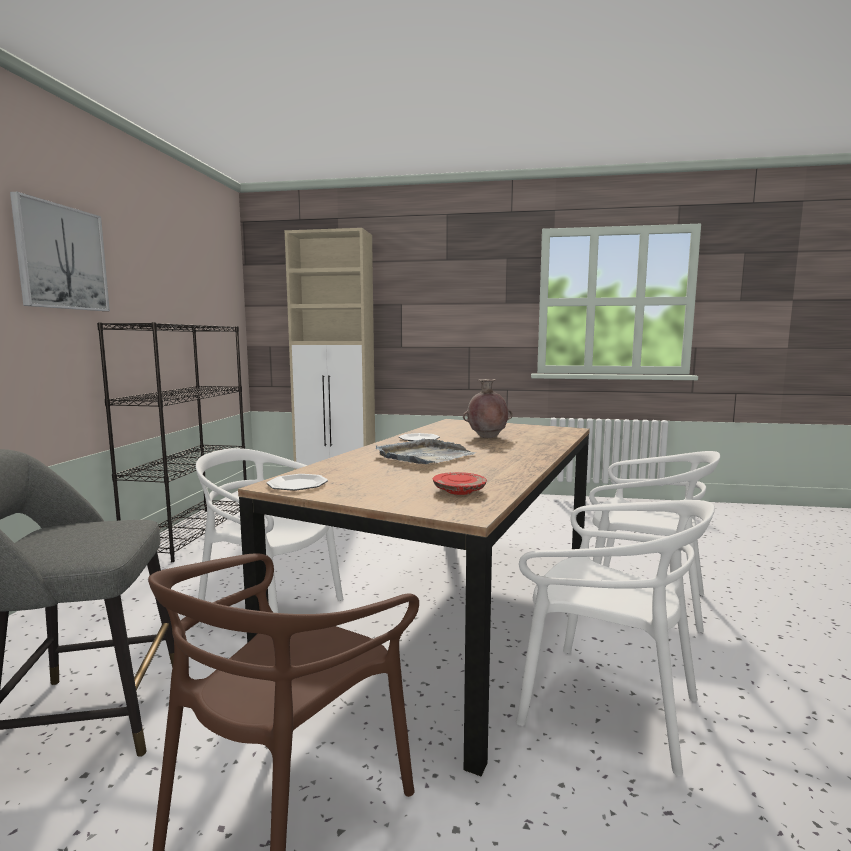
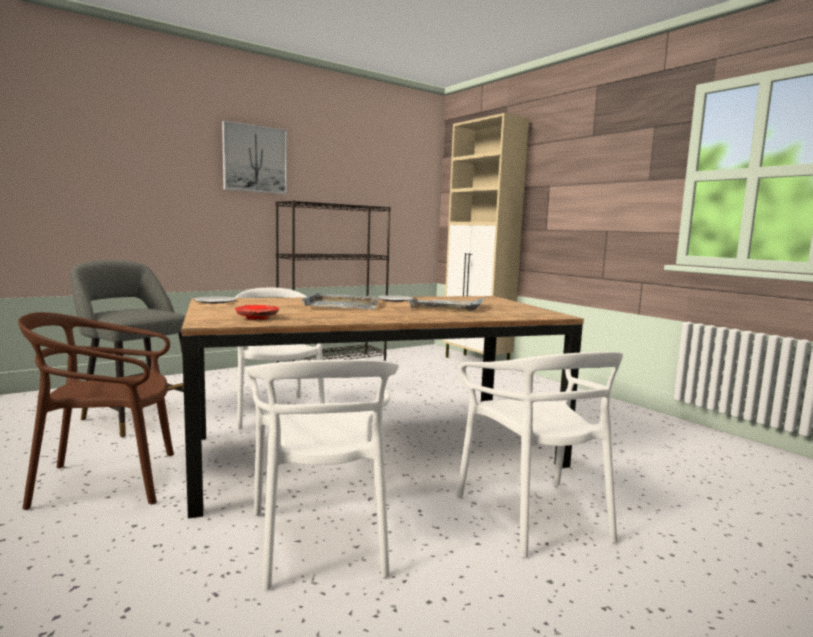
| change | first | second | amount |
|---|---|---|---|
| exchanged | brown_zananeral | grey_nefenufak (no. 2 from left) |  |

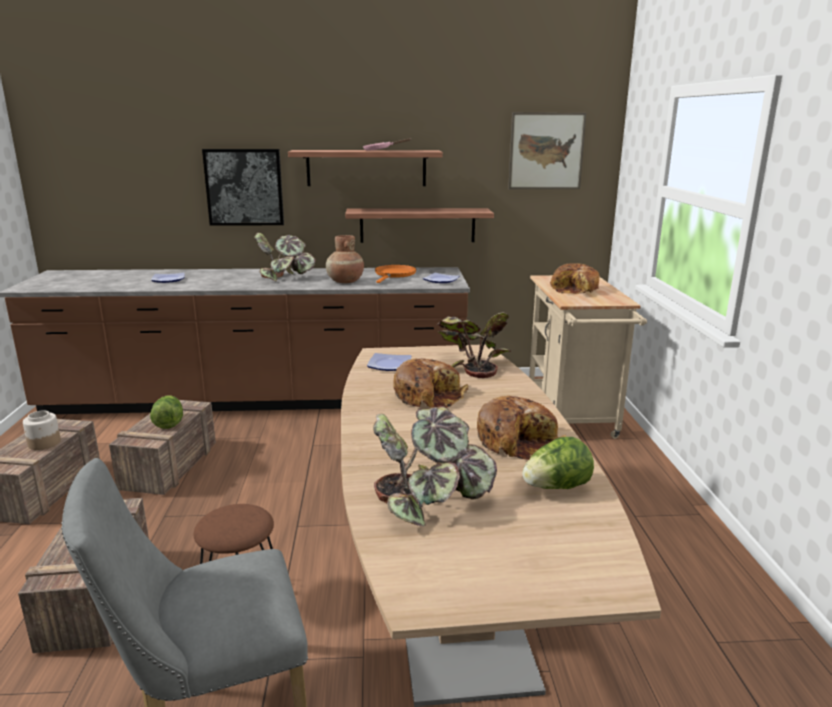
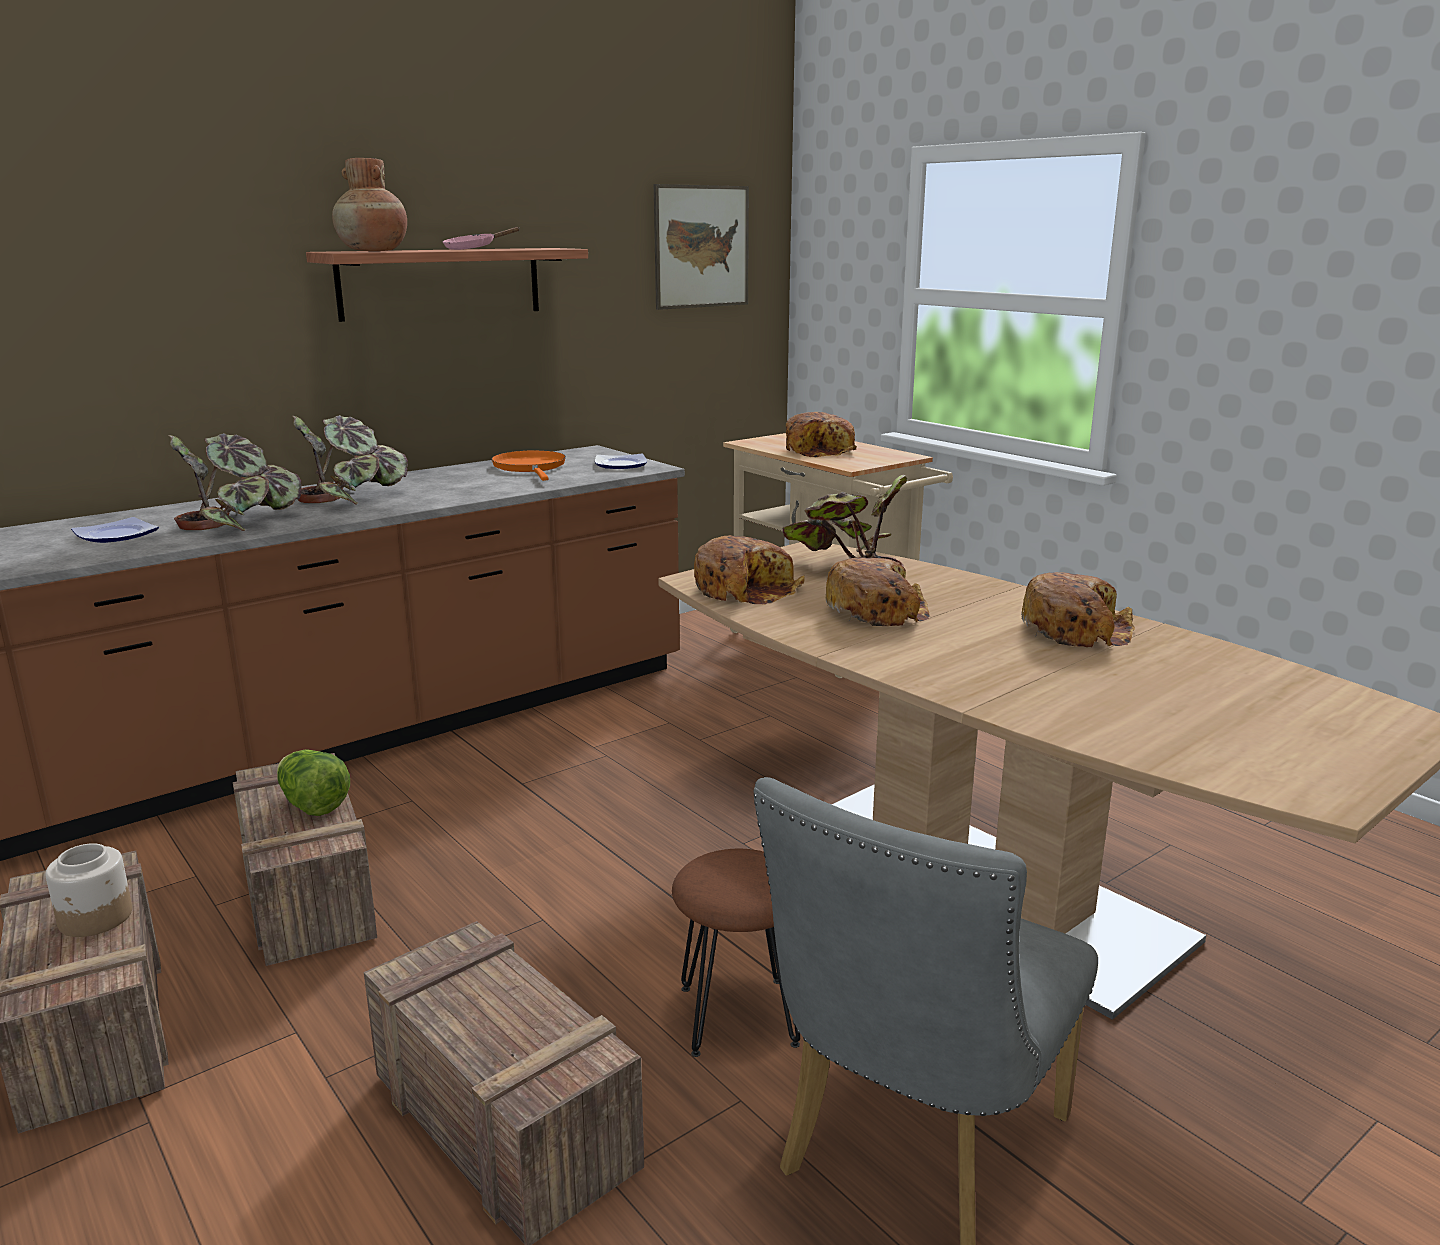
| change | first | second | amount |
|---|---|---|---|
| missing | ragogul (no. 1 from left) |  |  |
| missing | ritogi (no. 2 from left) |  |  |
| relocated | brown_zananeral |  |  |
| exchanged | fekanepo (no. 2 from left) | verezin (no. 1 from left) |  |
| relocated | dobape (no. 2 from left in the first image) | dobape (no. 1 from left) |  |
| missing | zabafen (no. 2 from left) |  |  |

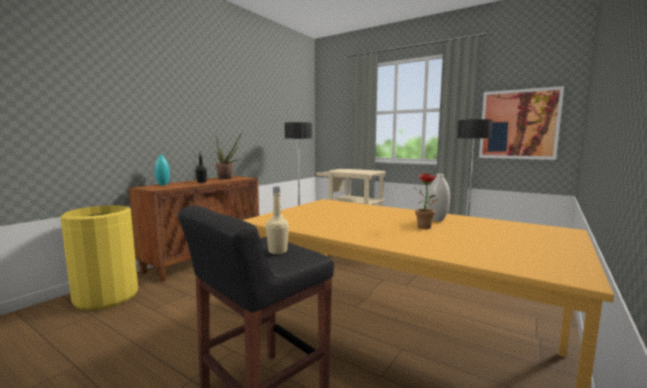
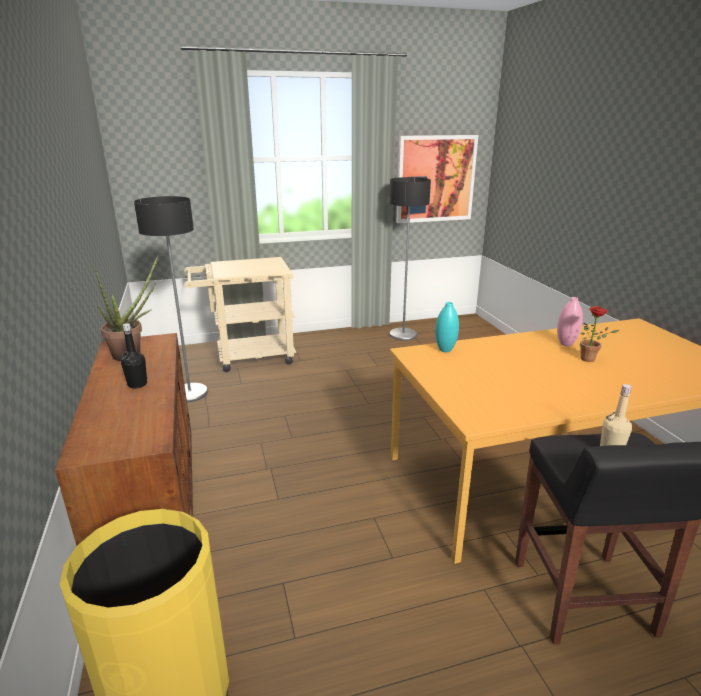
| change | first | second | amount |
|---|---|---|---|
| relocated | turquoise_zananeral |  |  |
| colour | white_zananeral | pink_zananeral |  |

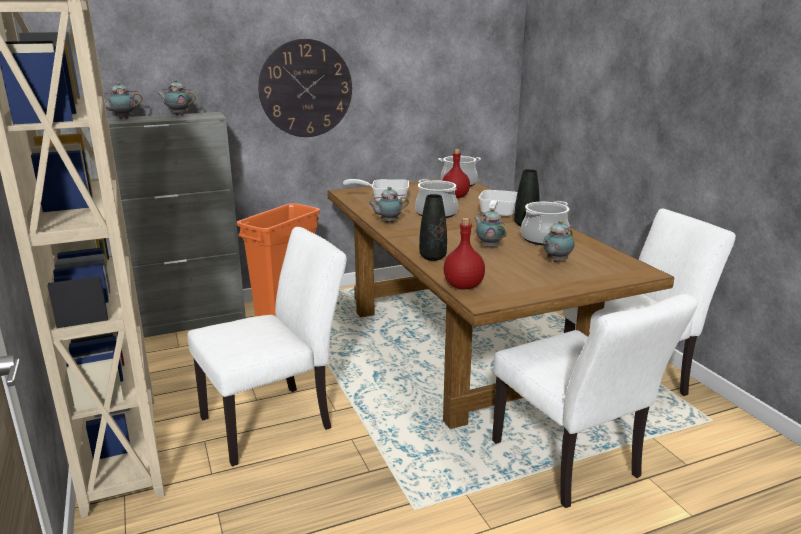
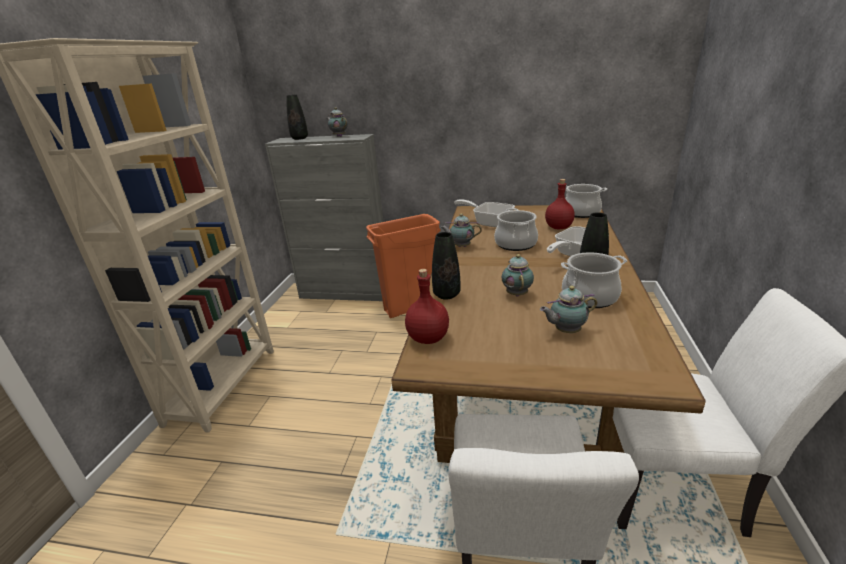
| change | first | second | amount |
|---|---|---|---|
| missing | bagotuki |  |  |
| exchanged | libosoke (no. 1 from left) | black_zananeral (no. 1 from left) |  |
| missing | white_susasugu (no. 1 from left) |  |  |

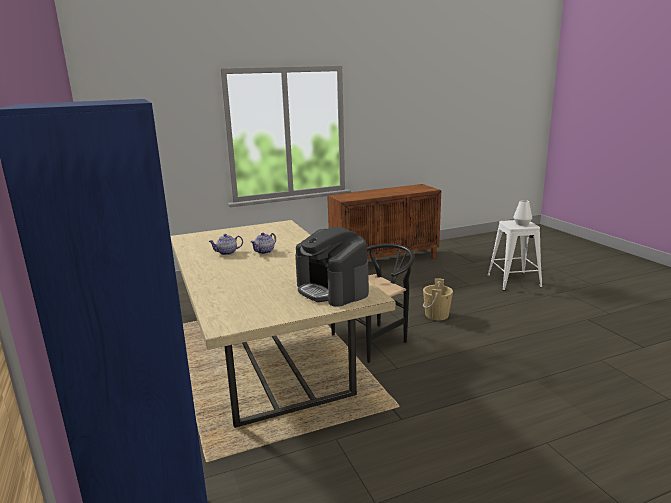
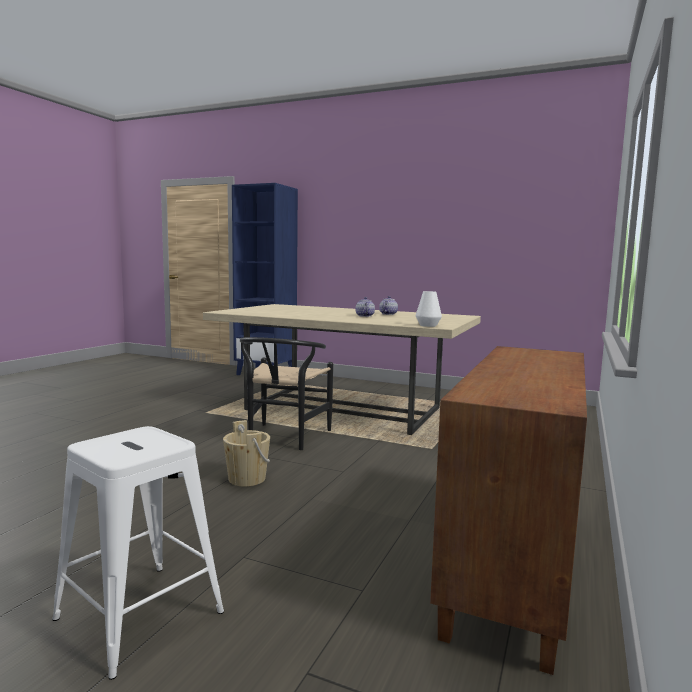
| change | first | second | amount |
|---|---|---|---|
| relocated | white_zananeral |  |  |
| missing | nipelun |  |  |

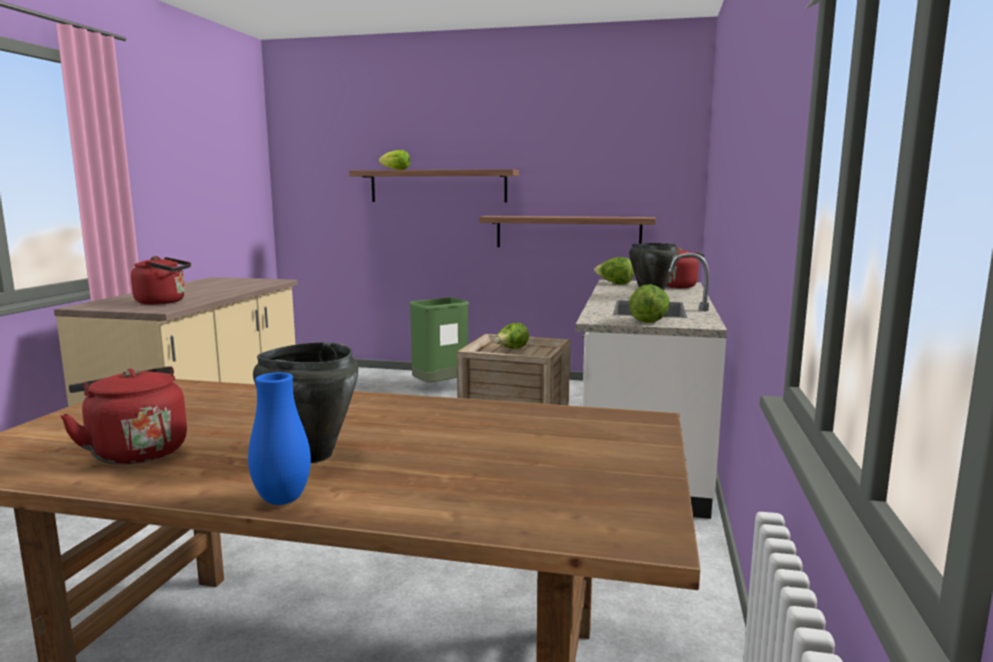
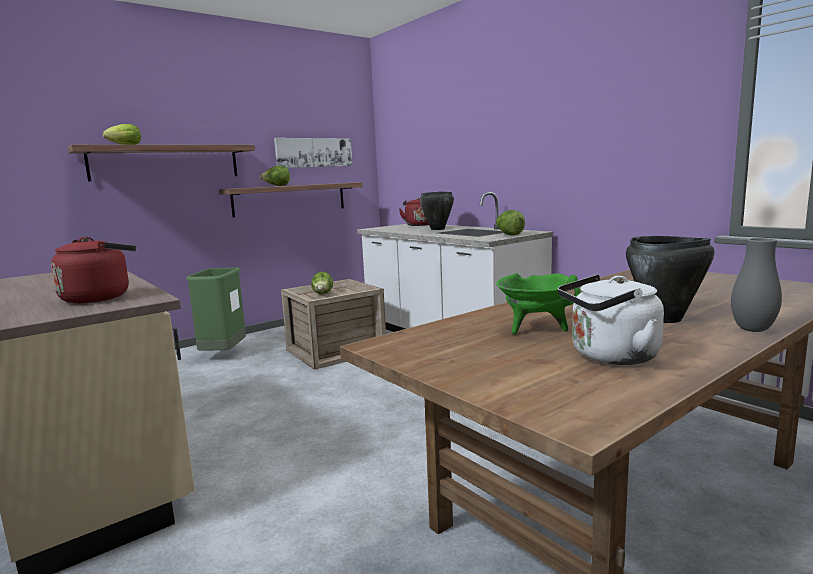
| change | first | second | amount |
|---|---|---|---|
| relocated | zabafen (no. 3 from left in the first image) | zabafen (no. 2 from left) |  |
| colour | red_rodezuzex (no. 1 from left) | white_rodezuzex |  |
| colour | blue_zananeral | grey_zananeral |  |
| appeared |  | ragogul |  |
| appeared |  | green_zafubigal |  |

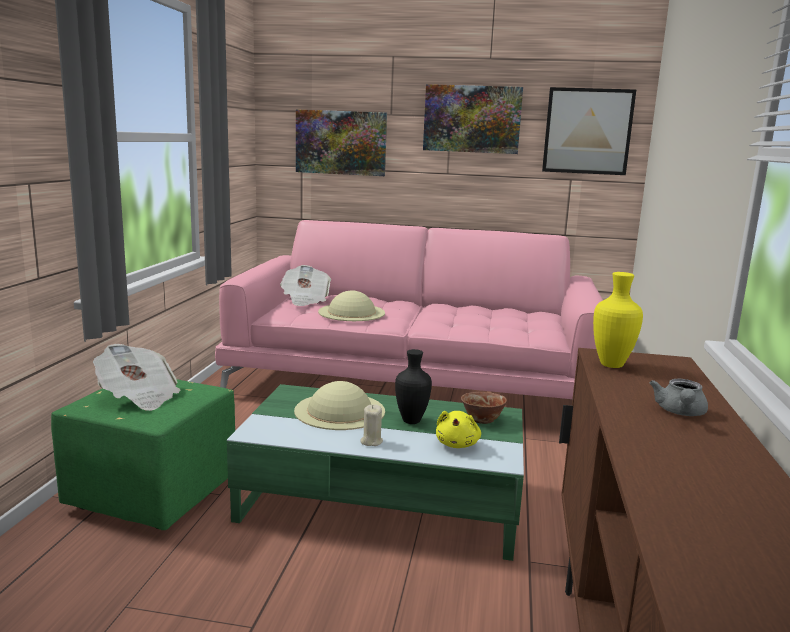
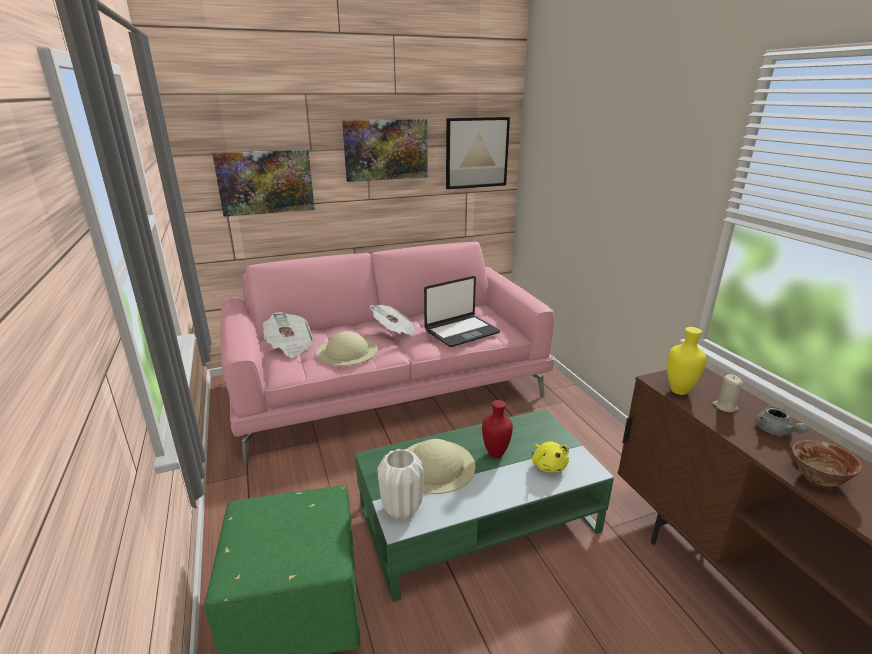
| change | first | second | amount |
|---|---|---|---|
| relocated | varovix (no. 1 from left in the first image) | varovix (no. 2 from left) |  |
| colour | black_zananeral | red_zananeral |  |
| relocated | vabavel |  |  |
| relocated | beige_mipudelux |  |  |
| appeared |  | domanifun |  |
| appeared |  | white_zananeral |  |

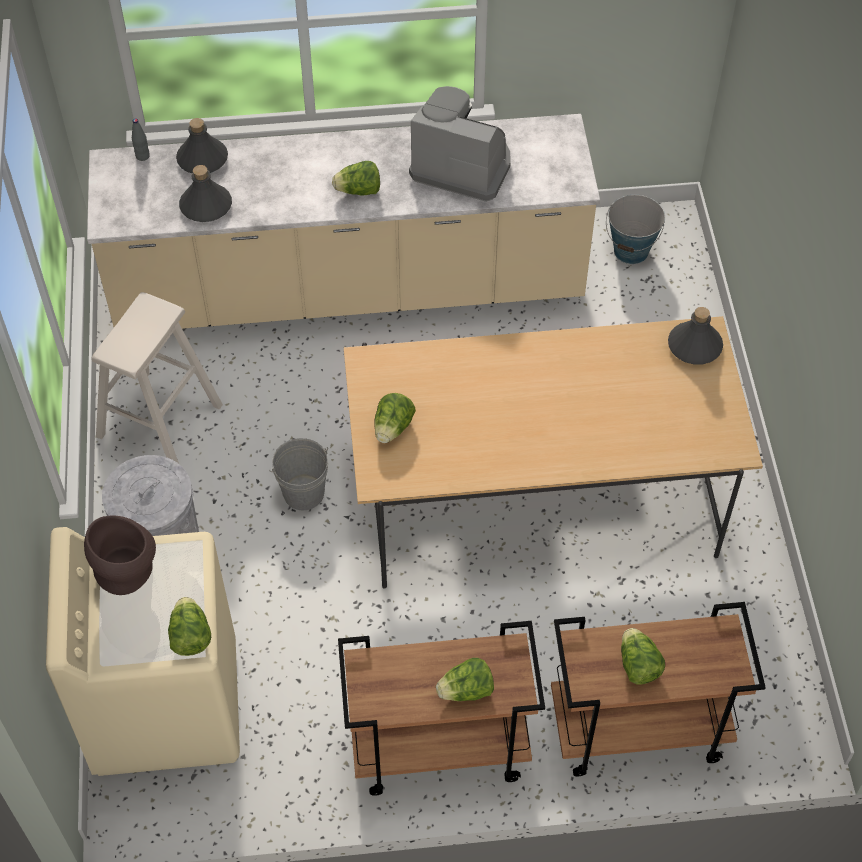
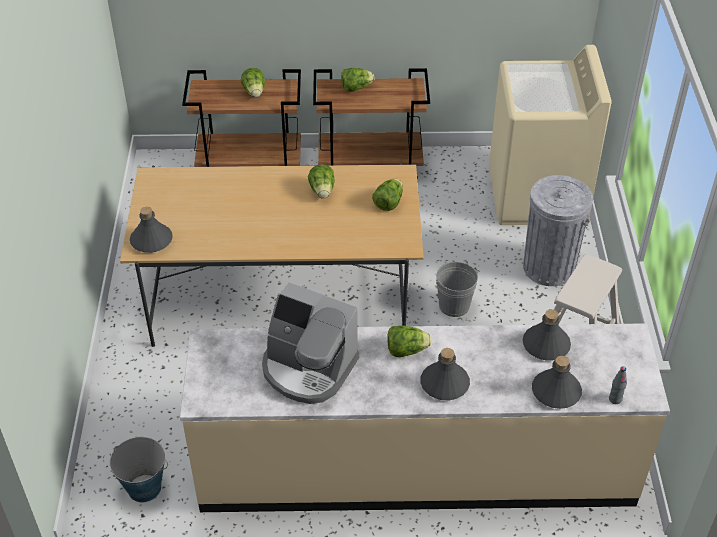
| change | first | second | amount |
|---|---|---|---|
| missing | brown_zananeral |  |  |
| relocated | zabafen (no. 1 from left in the first image) | zabafen (no. 2 from left) |  |
| appeared |  | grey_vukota (no. 2 from left) |  |

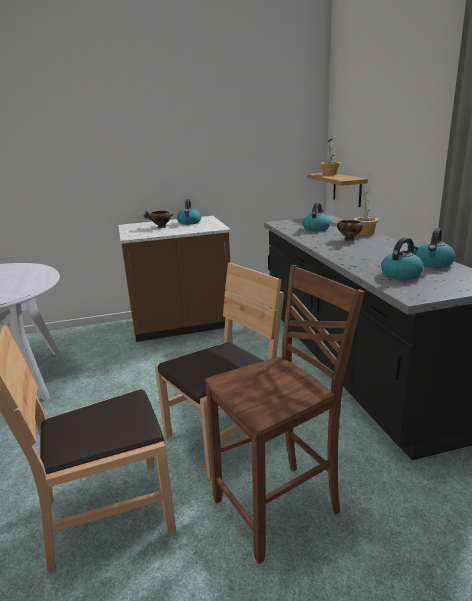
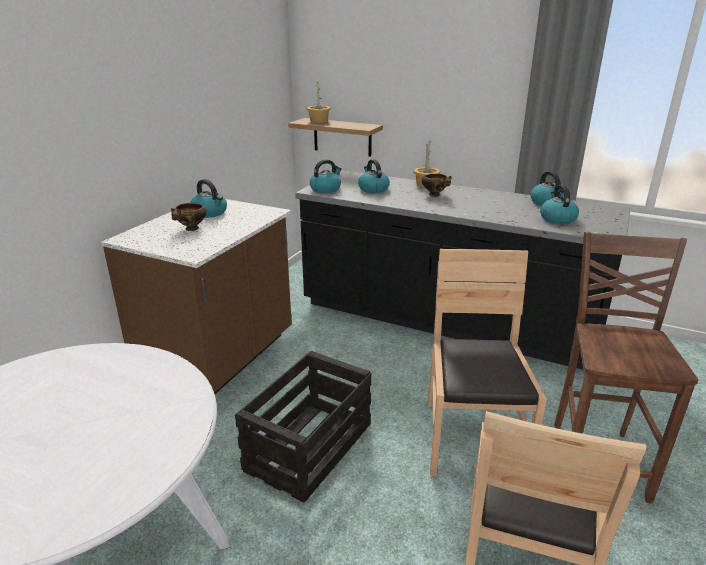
| change | first | second | amount |
|---|---|---|---|
| appeared |  | rodezuzex (no. 2 from left) |  |
| appeared |  | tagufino |  |

